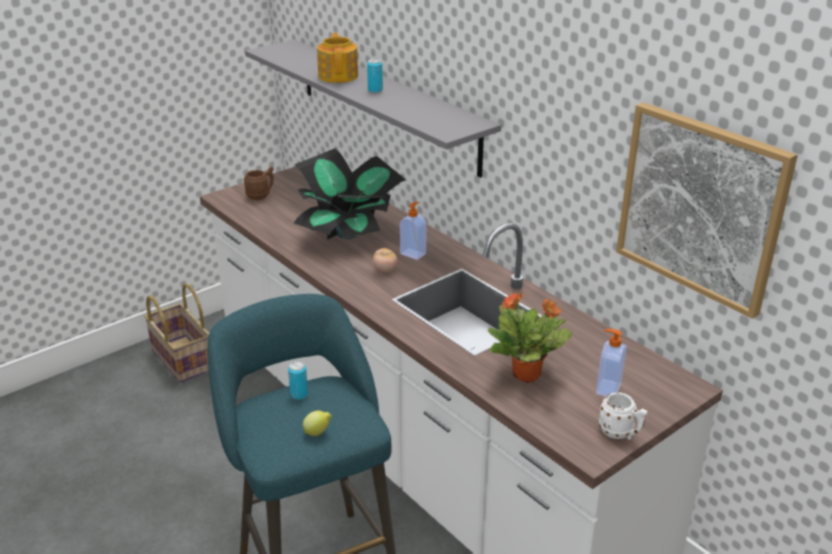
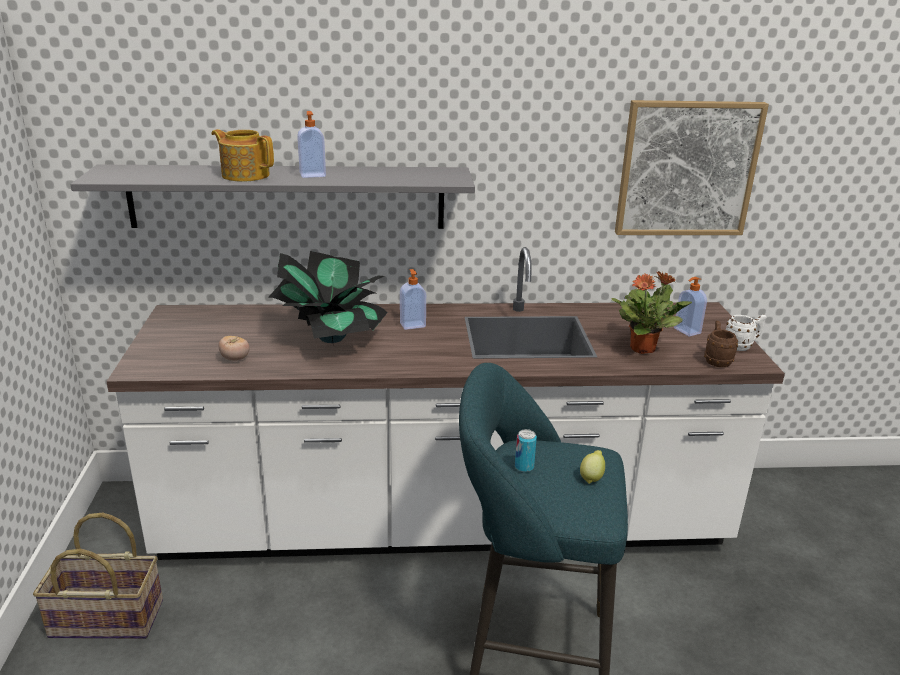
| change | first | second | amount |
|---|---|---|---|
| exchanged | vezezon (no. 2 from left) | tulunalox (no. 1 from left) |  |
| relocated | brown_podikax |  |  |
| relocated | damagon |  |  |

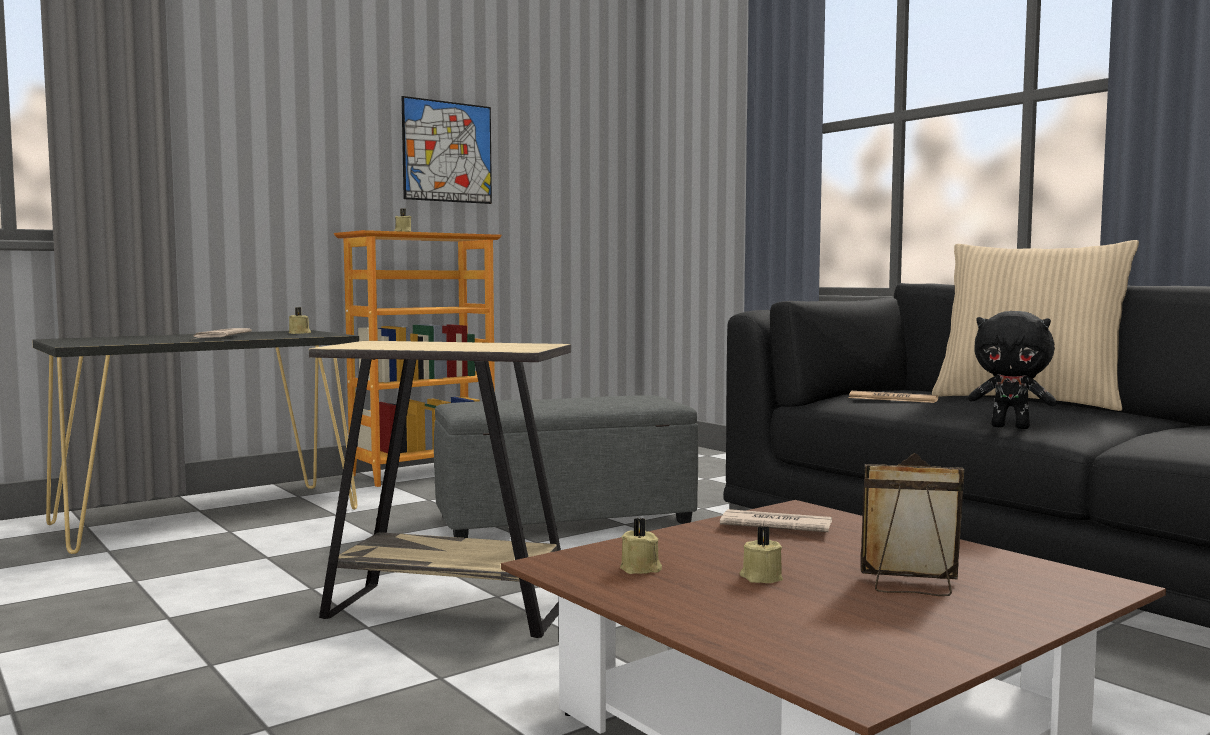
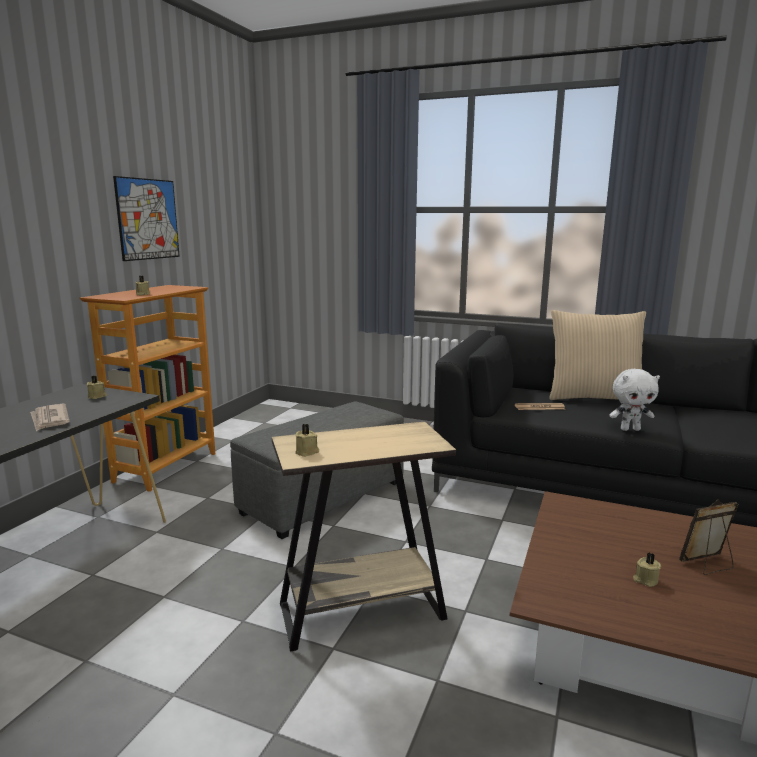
| change | first | second | amount |
|---|---|---|---|
| colour | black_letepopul | white_letepopul |  |
| missing | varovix (no. 2 from left) |  |  |
| relocated | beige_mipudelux (no. 3 from left) |  |  |

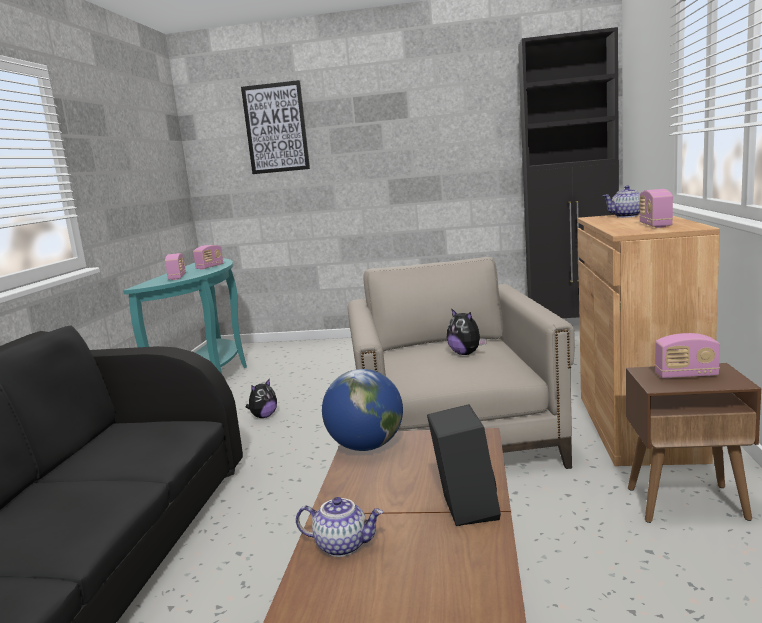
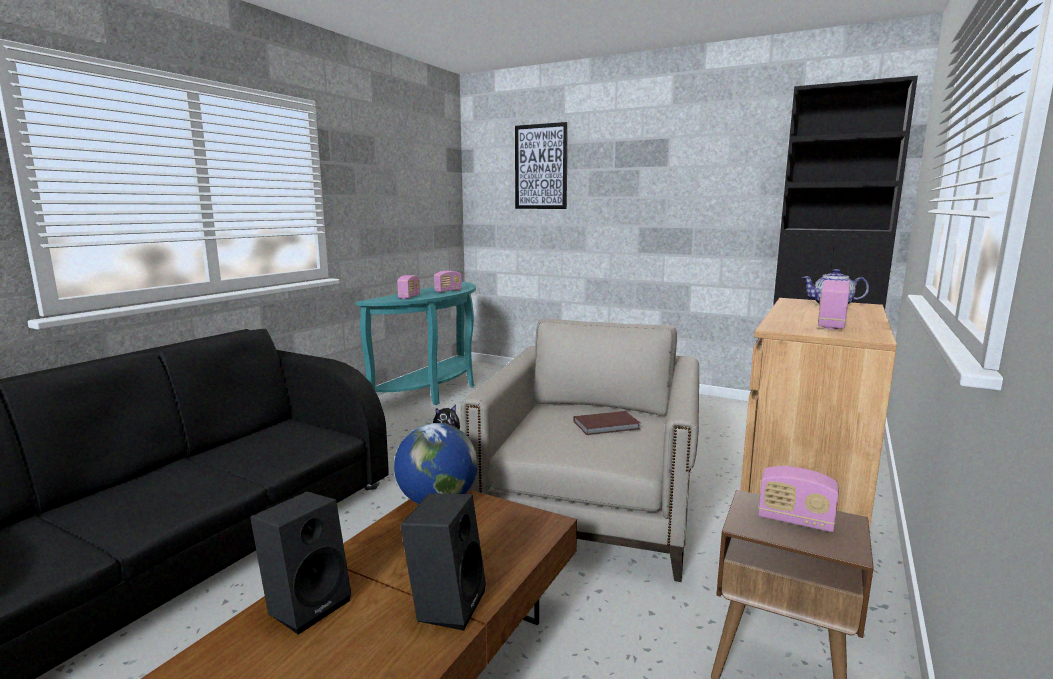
| change | first | second | amount |
|---|---|---|---|
| exchanged | letepopul (no. 2 from left) | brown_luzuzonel |  |
| exchanged | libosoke (no. 1 from left) | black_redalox (no. 1 from left) |  |

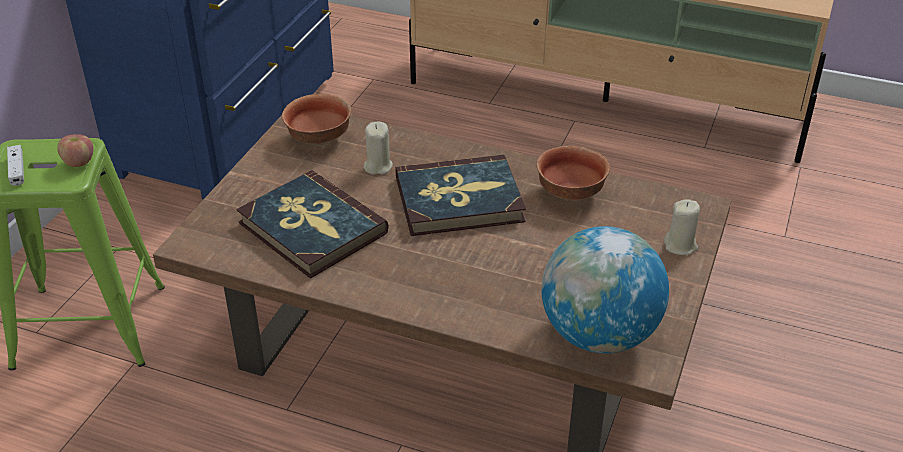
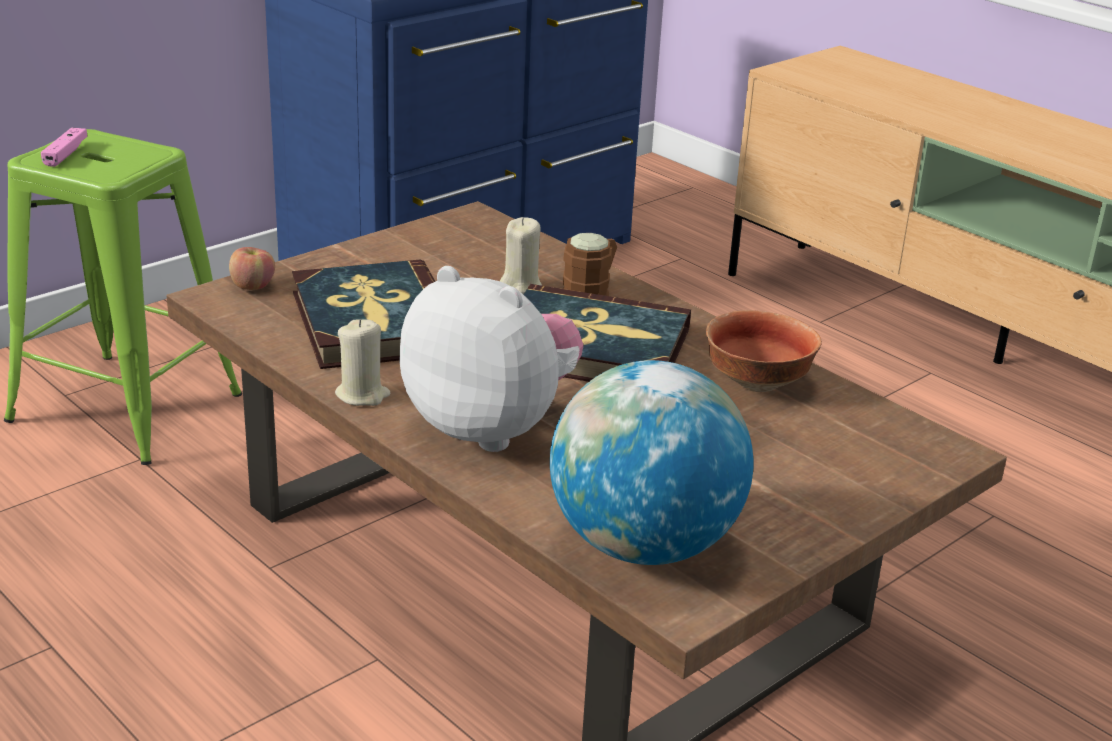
| change | first | second | amount |
|---|---|---|---|
| missing | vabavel (no. 1 from left) |  |  |
| relocated | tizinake |  |  |
| colour | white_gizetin | pink_gizetin |  |
| relocated | beige_mipudelux (no. 2 from left in the first image) | beige_mipudelux (no. 1 from left) |  |
| appeared |  | brown_podikax |  |
| appeared |  | letepopul |  |

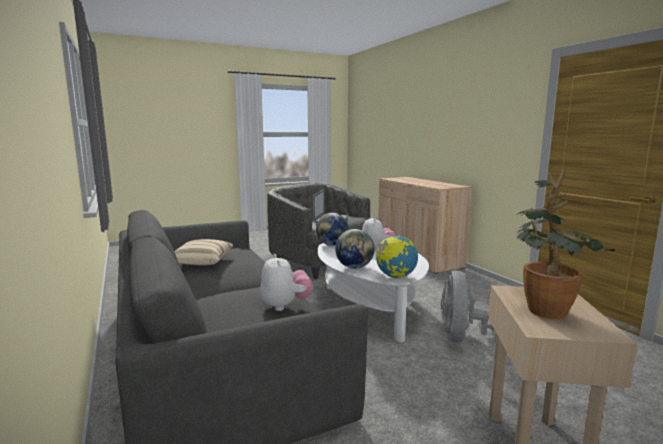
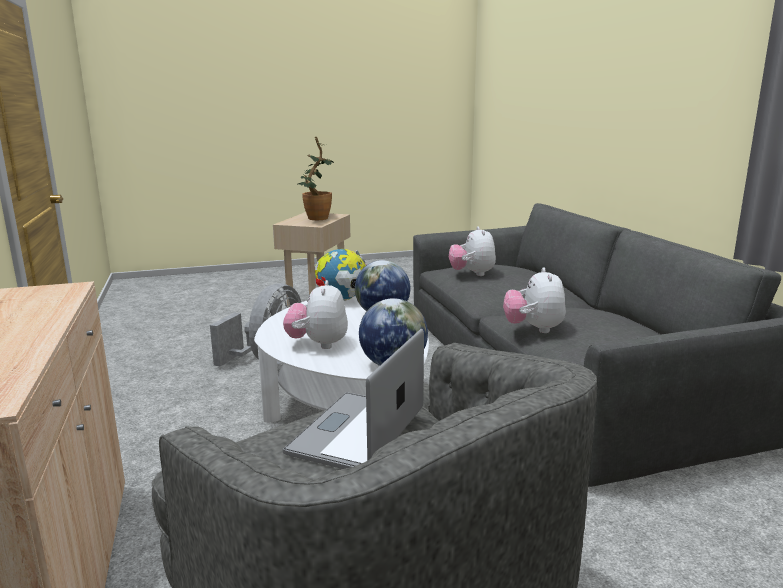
| change | first | second | amount |
|---|---|---|---|
| missing | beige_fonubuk |  |  |
| appeared |  | letepopul (no. 3 from left) |  |

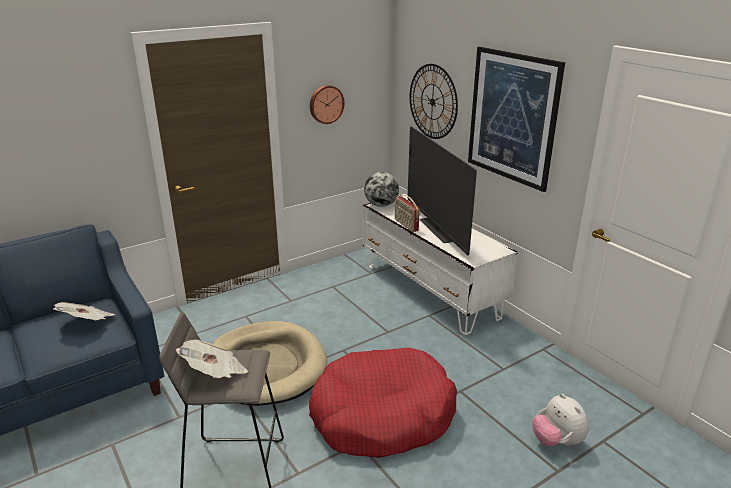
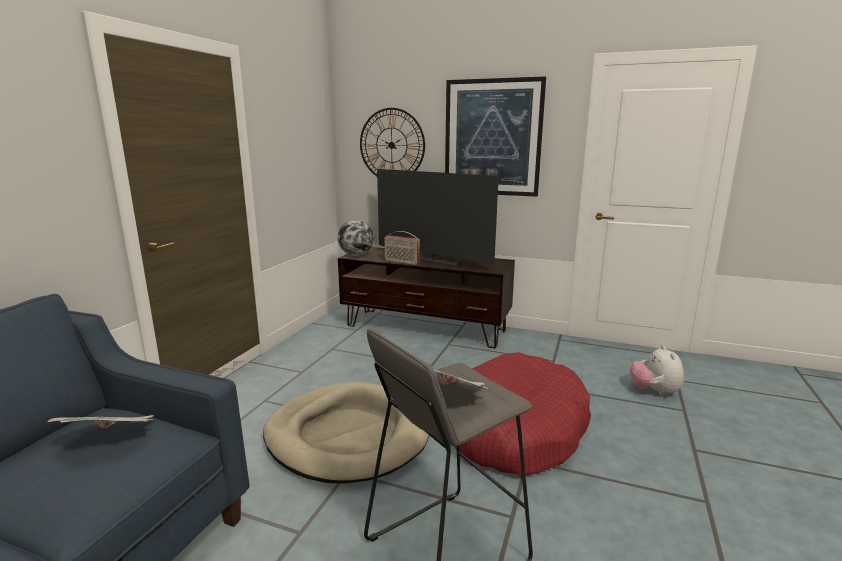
| change | first | second | amount |
|---|---|---|---|
| missing | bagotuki (no. 1 from left) |  |  |
| colour | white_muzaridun | brown_muzaridun |  |
| spun | letepopul |  | 60 degrees clockwise |

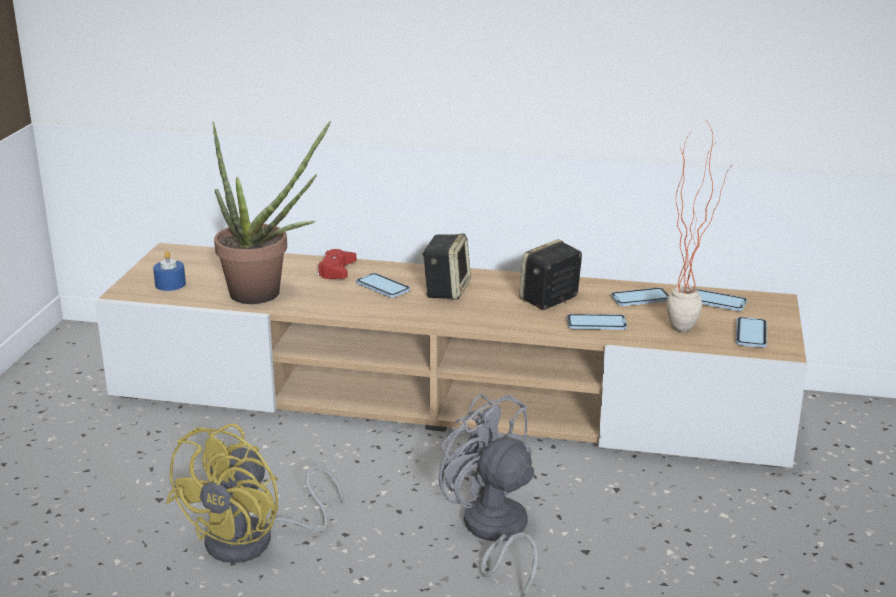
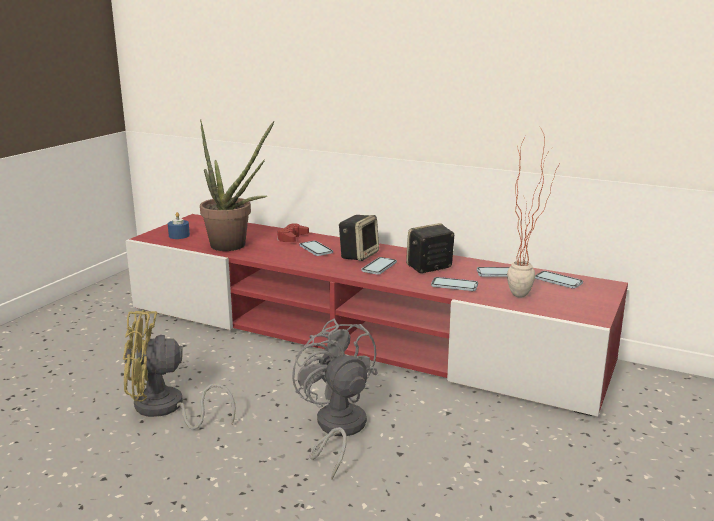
| change | first | second | amount |
|---|---|---|---|
| colour | beige_muzaridun | red_muzaridun |  |
| relocated | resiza (no. 5 from left in the first image) | resiza (no. 2 from left) |  |
| spun | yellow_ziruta |  | 45 degrees clockwise |

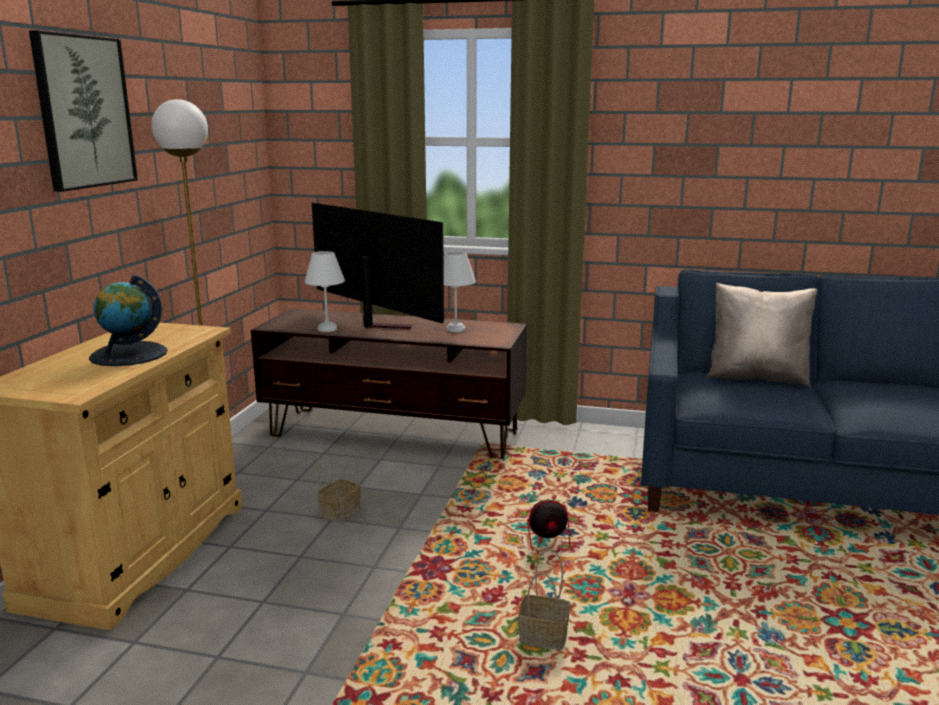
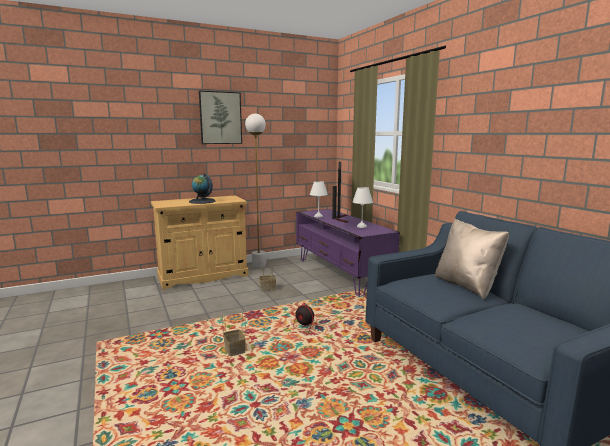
| change | first | second | amount |
|---|---|---|---|
| colour | brown_muzaridun | purple_muzaridun |  |

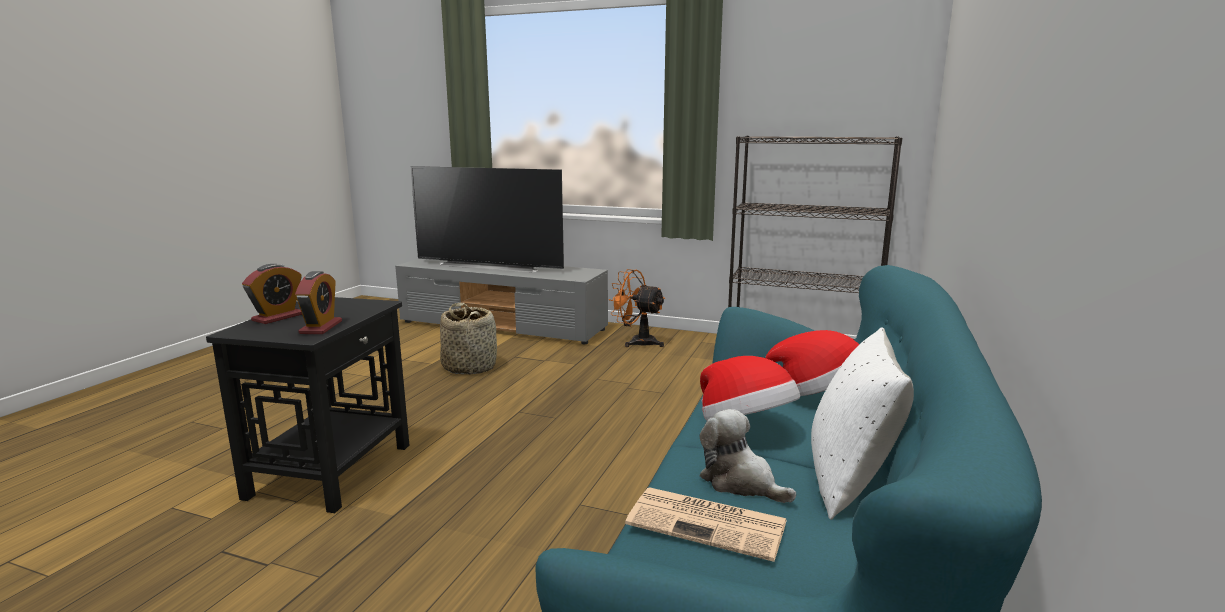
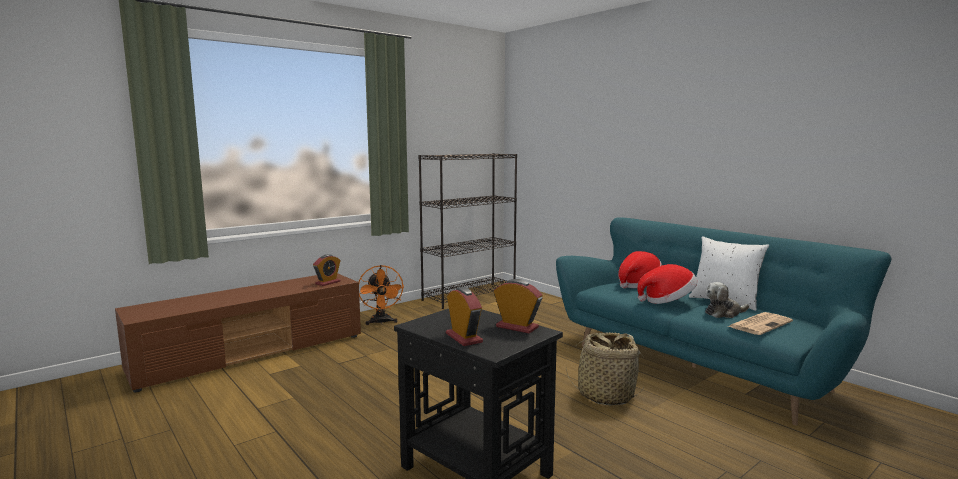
| change | first | second | amount |
|---|---|---|---|
| missing | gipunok |  |  |
| colour | grey_muzaridun | brown_muzaridun |  |
| spun | orange_ziruta |  | 75 degrees counterclockwise |
| relocated | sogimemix |  |  |
| appeared |  | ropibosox (no. 1 from left) |  |

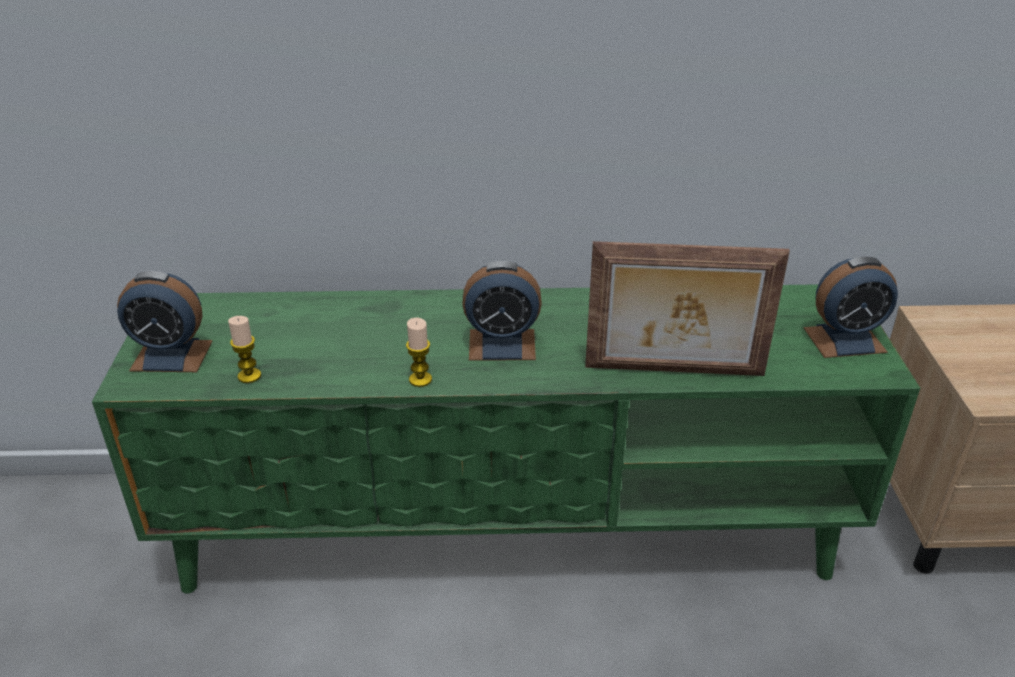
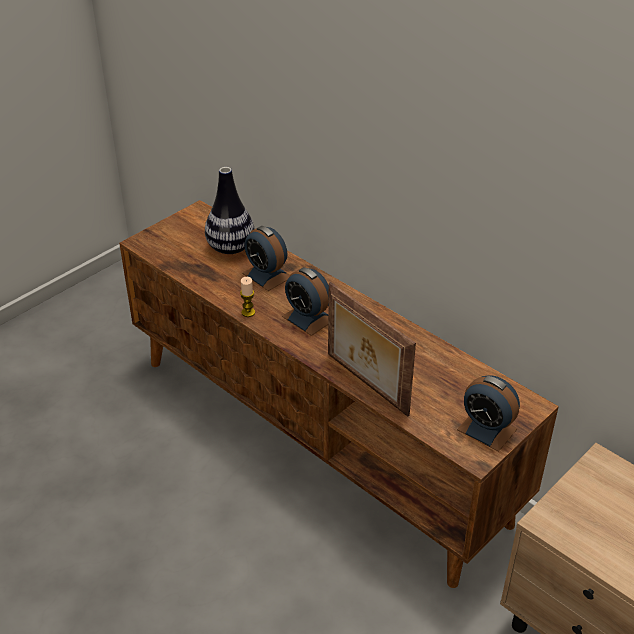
| change | first | second | amount |
|---|---|---|---|
| relocated | ropibosox (no. 1 from left) |  |  |
| colour | green_muzaridun | brown_muzaridun |  |
| missing | mipudelux (no. 1 from left) |  |  |
| appeared |  | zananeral |  |

